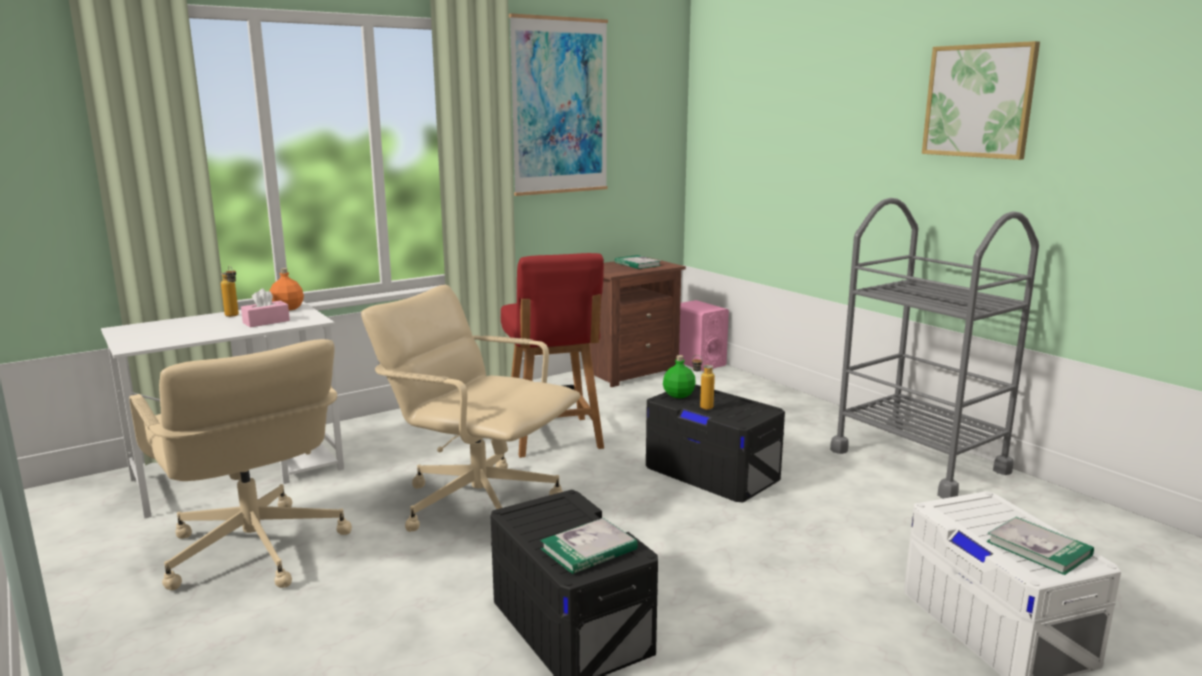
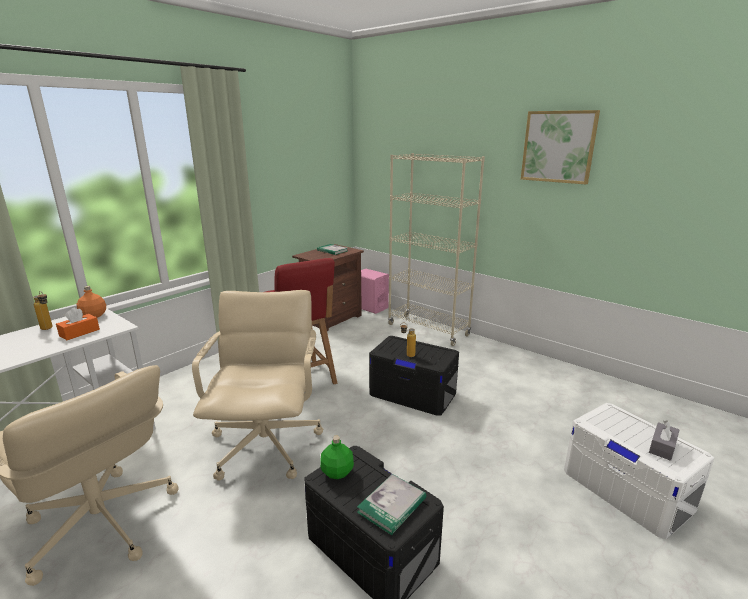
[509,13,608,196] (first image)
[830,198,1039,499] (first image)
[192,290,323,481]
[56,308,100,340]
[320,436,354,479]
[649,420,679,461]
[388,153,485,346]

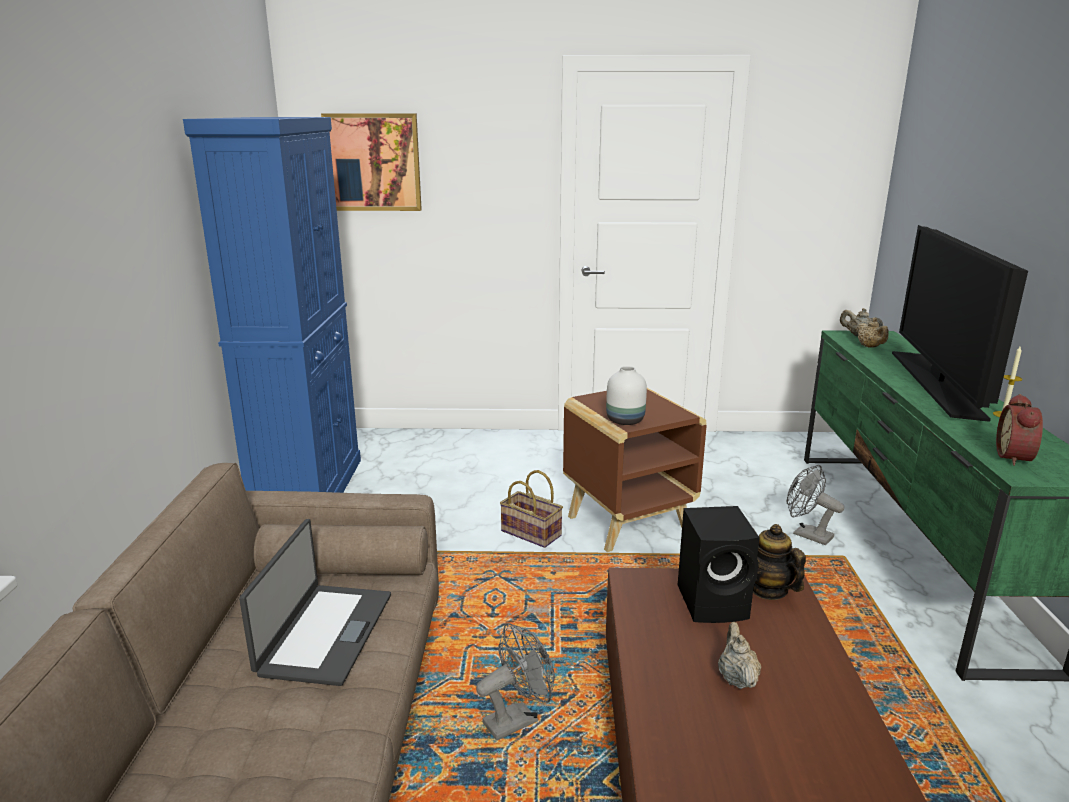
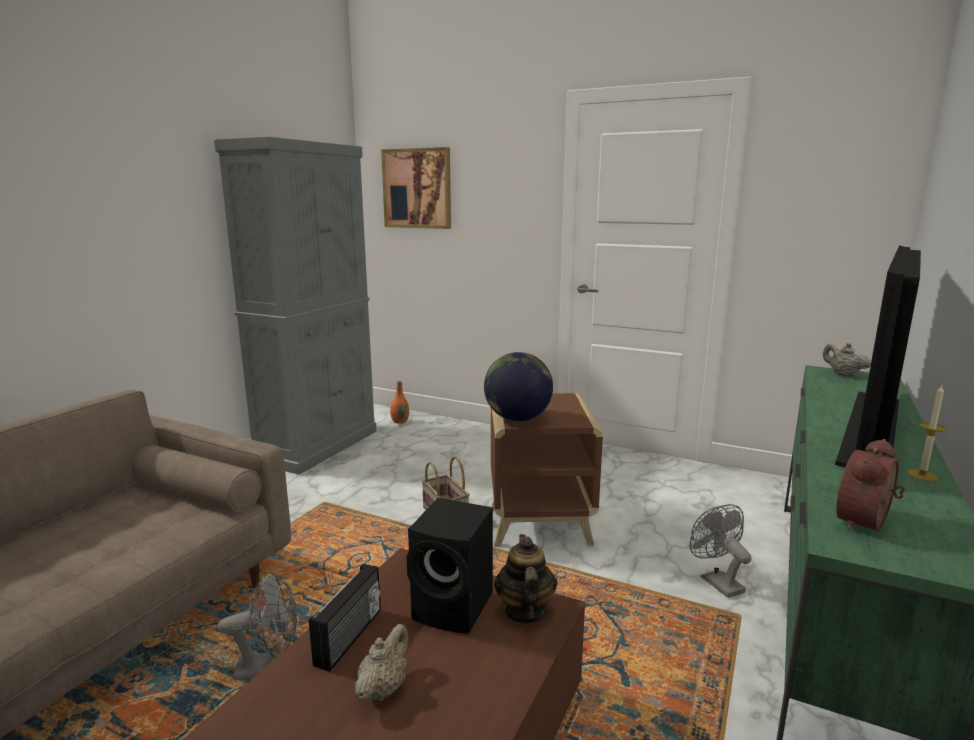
[214,137,377,475]
[856,318,889,348] (first image)
[484,352,553,421]
[239,519,391,686] (first image)
[390,381,409,424]
[309,564,381,672]

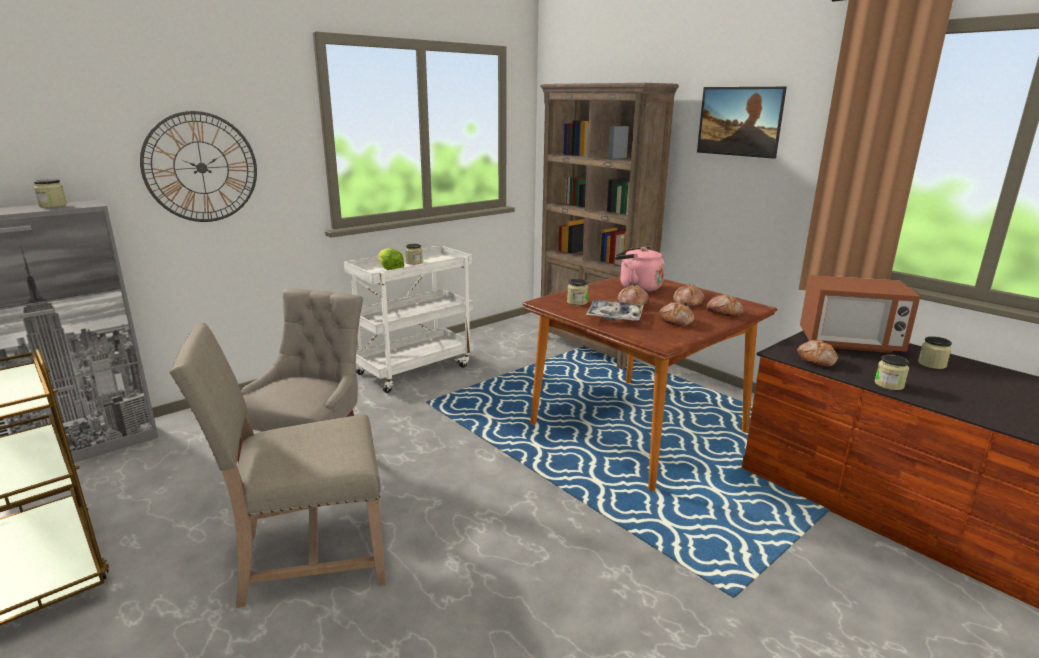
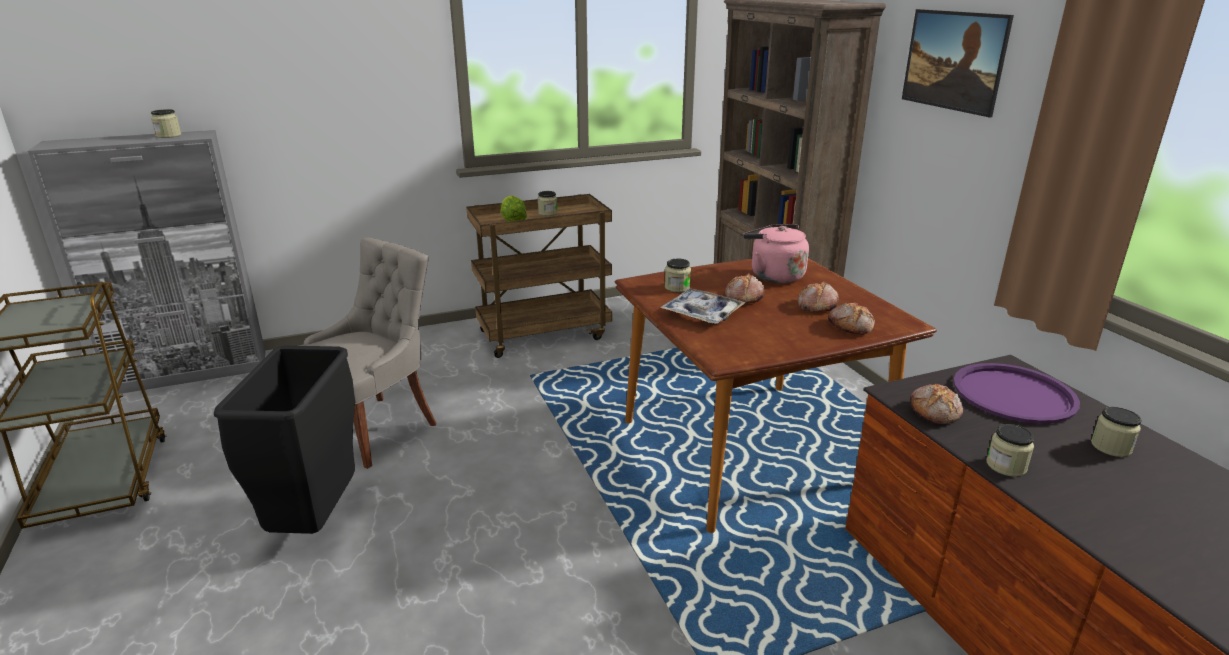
[140,111,257,222] (first image)
[466,194,612,358]
[953,363,1080,424]
[659,302,694,326] (first image)
[214,345,355,534]

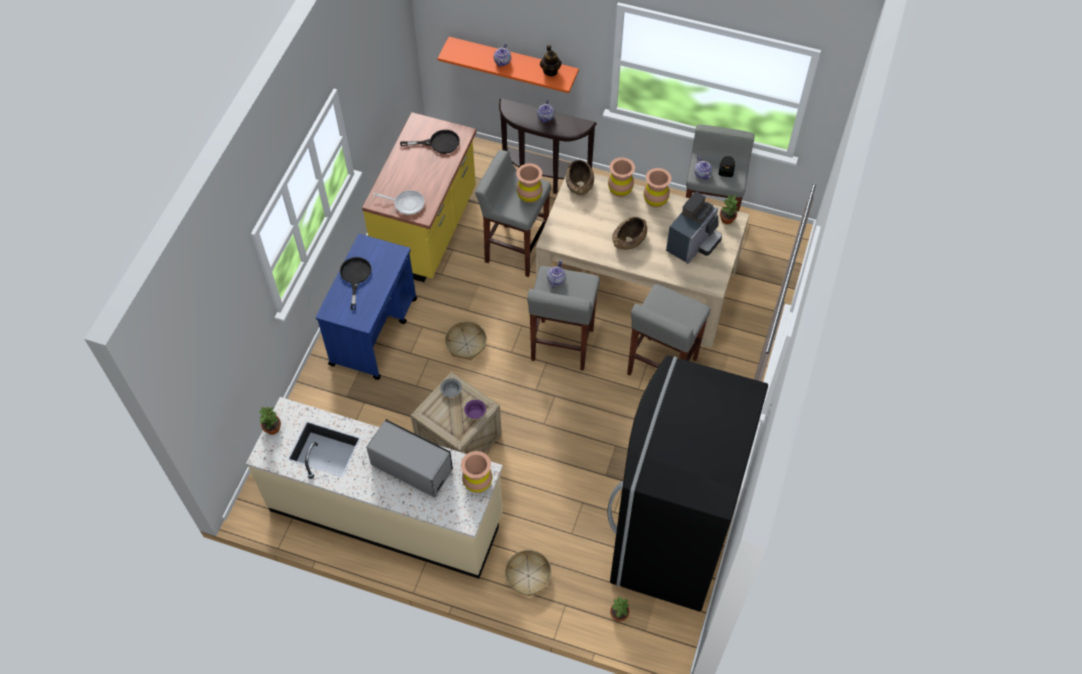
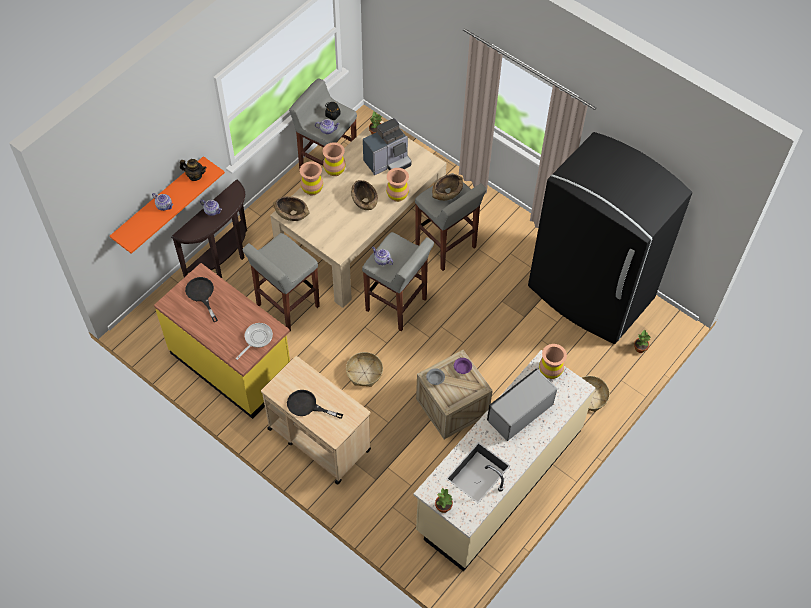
[185,277,218,322]
[386,168,409,202]
[363,118,412,175]
[261,356,371,485]
[432,174,463,201]

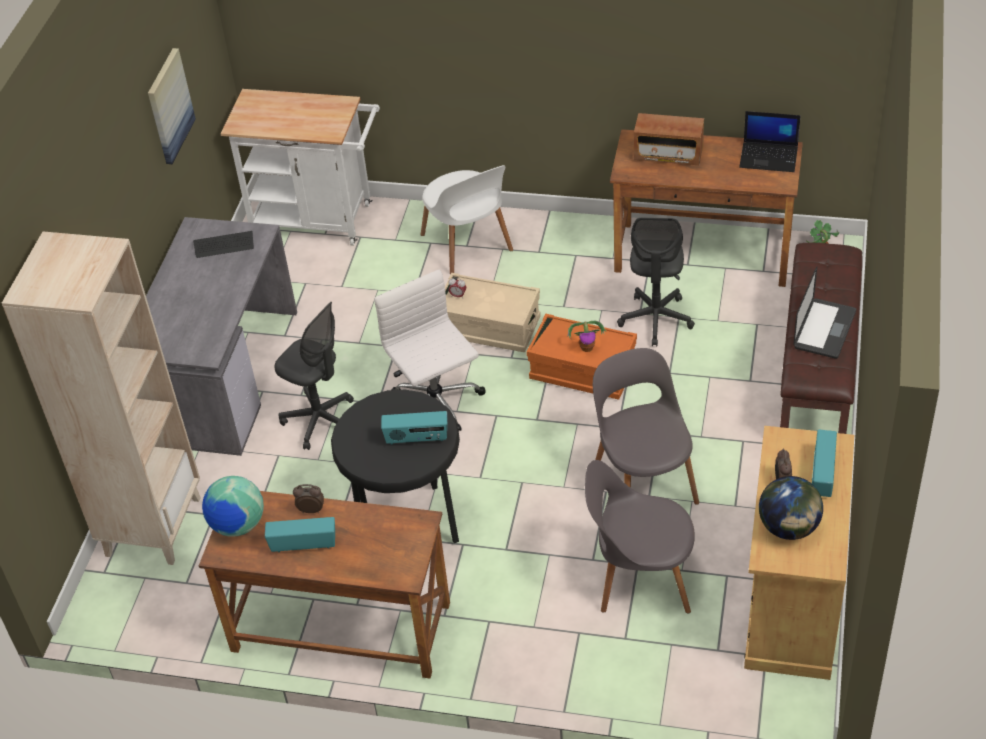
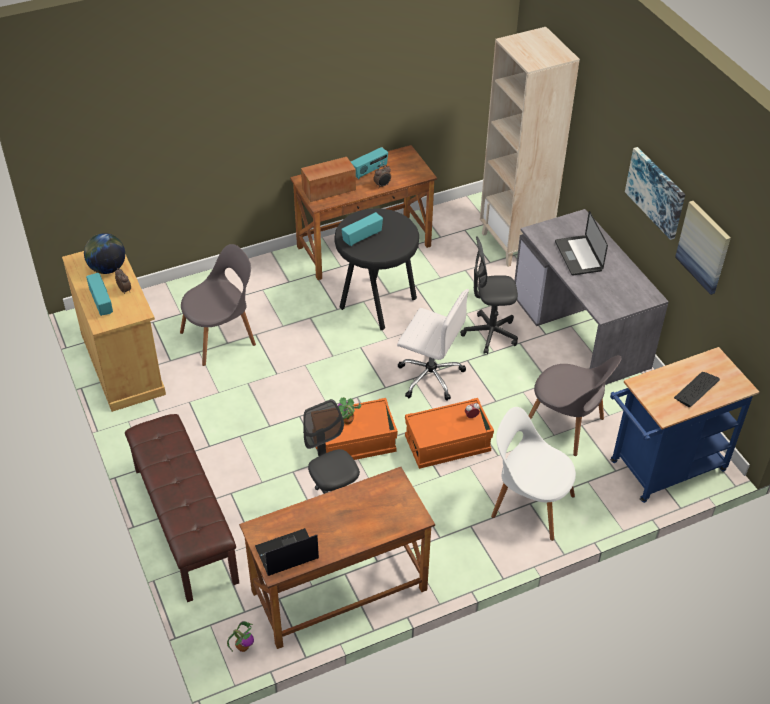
[610,347,759,503]
[301,157,356,202]
[674,372,720,407]
[555,211,608,276]
[405,398,494,469]
[528,355,622,456]
[202,476,264,537] (first image)
[625,147,685,240]

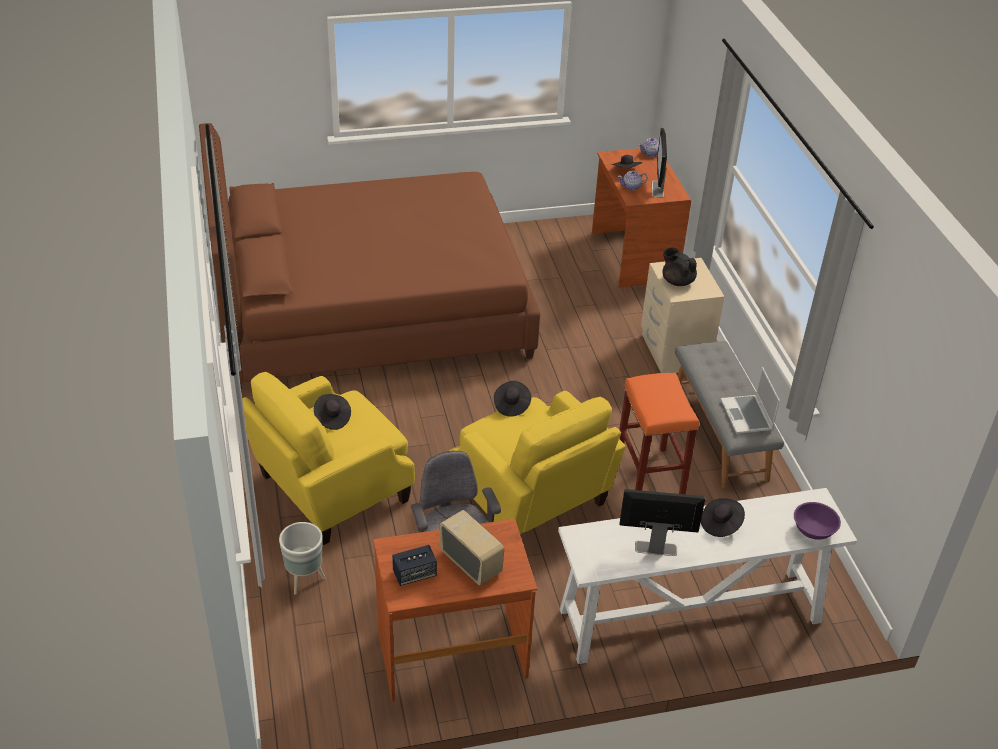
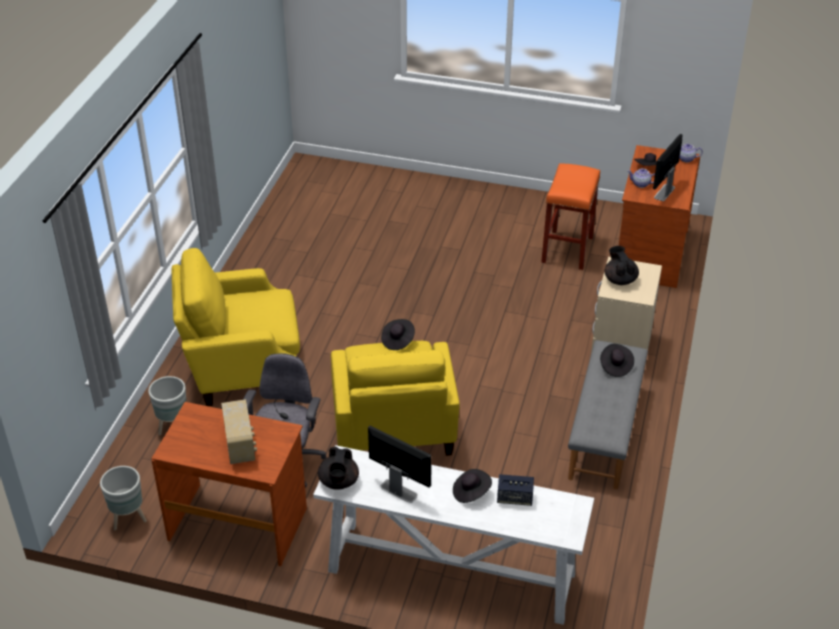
[199,123,540,392] (first image)
[721,367,780,434] (first image)
[541,163,600,270]
[600,344,634,377]
[794,502,841,540] (first image)
[497,474,534,506]
[318,447,359,490]
[100,466,147,530]

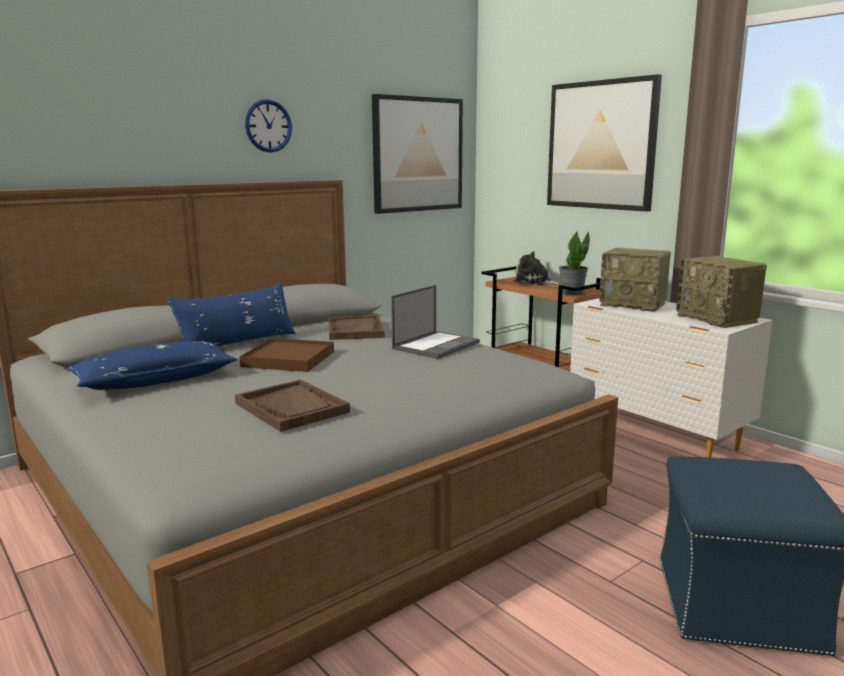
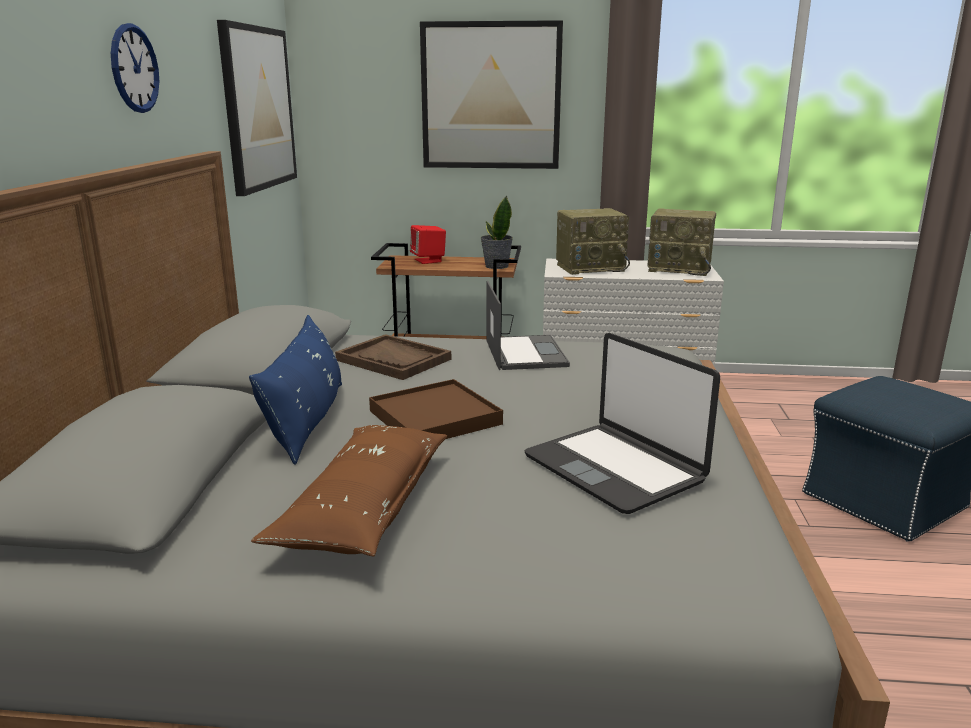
[410,225,446,264]
[251,425,447,556]
[524,333,720,514]

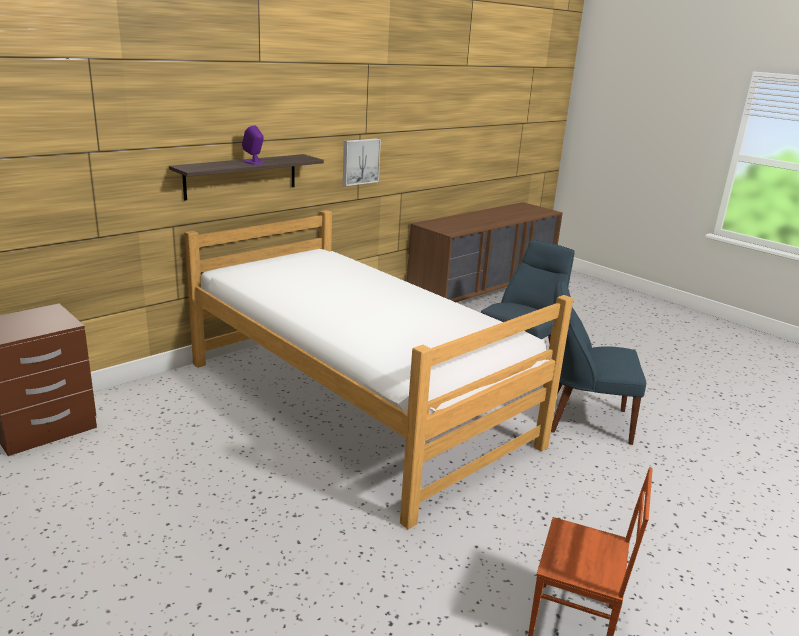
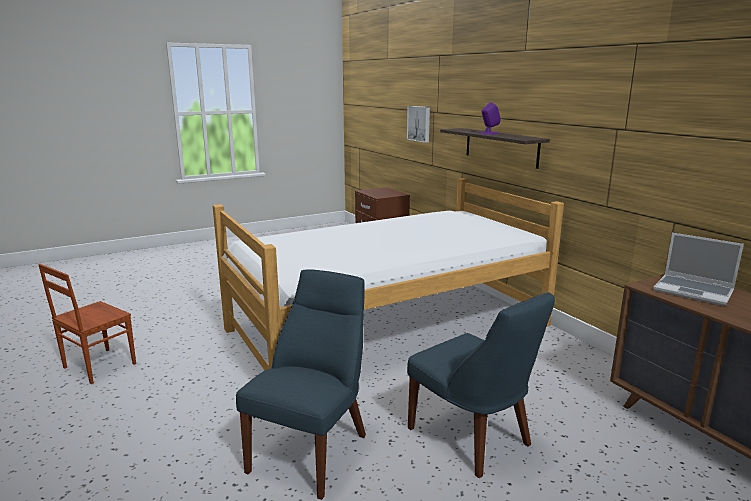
[407,106,430,143]
[653,233,744,306]

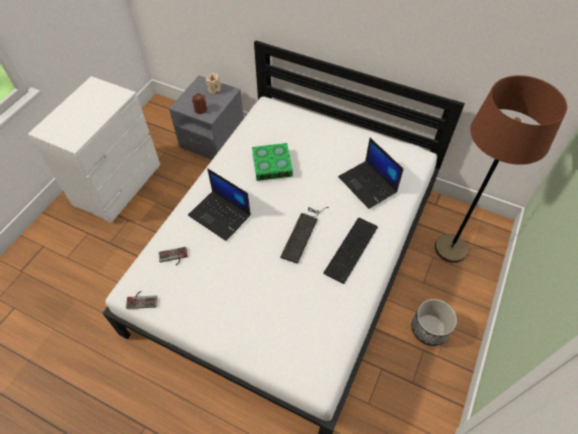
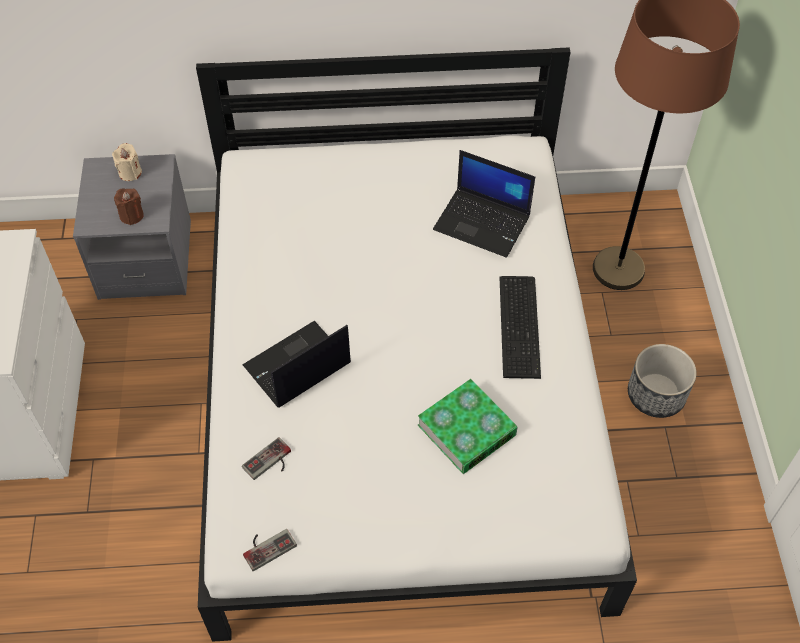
[418,379,518,474]
[242,321,351,408]
[280,207,329,264] (first image)

